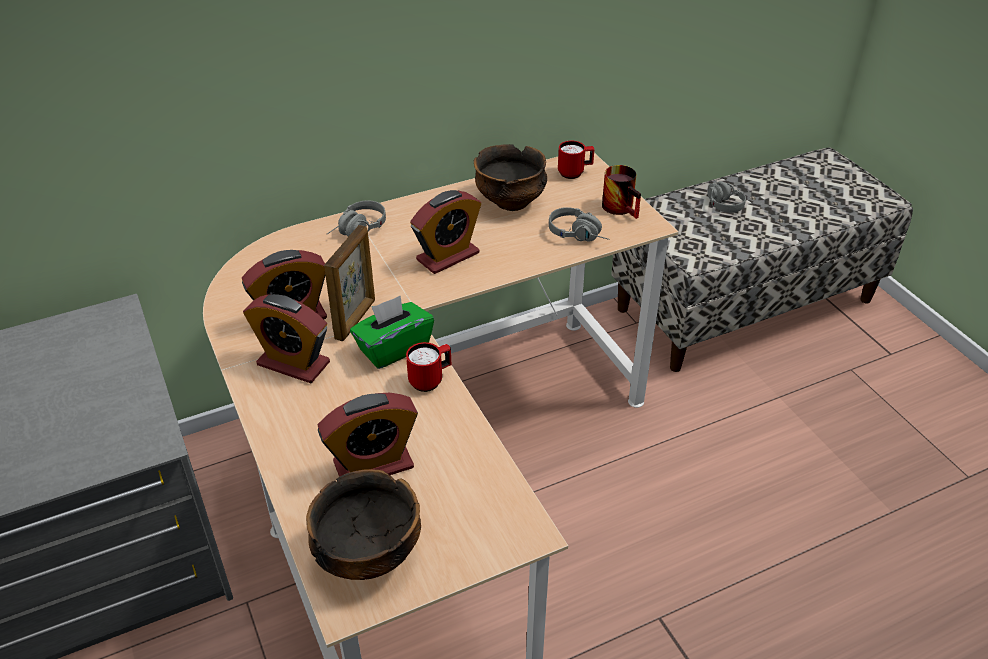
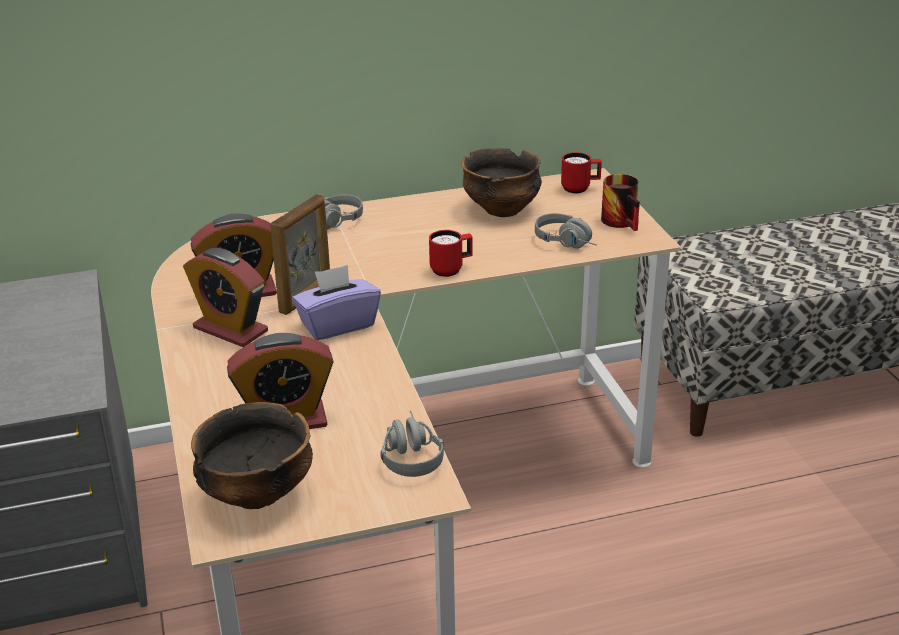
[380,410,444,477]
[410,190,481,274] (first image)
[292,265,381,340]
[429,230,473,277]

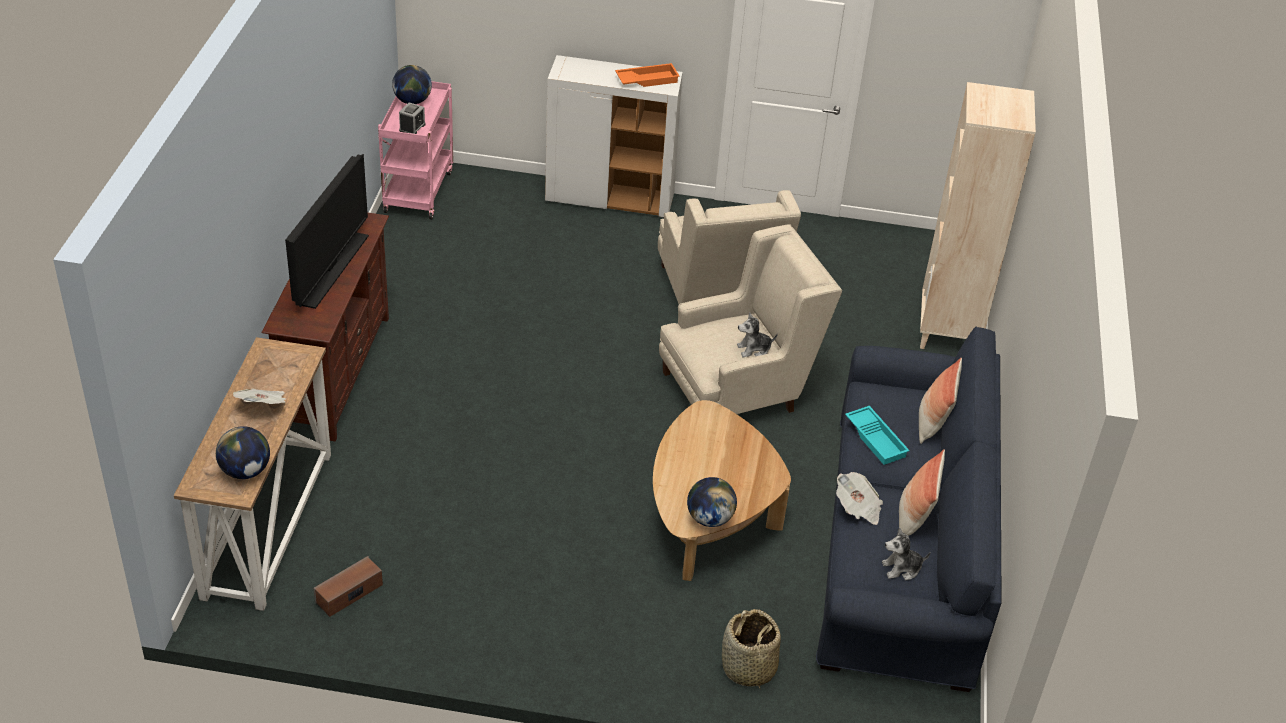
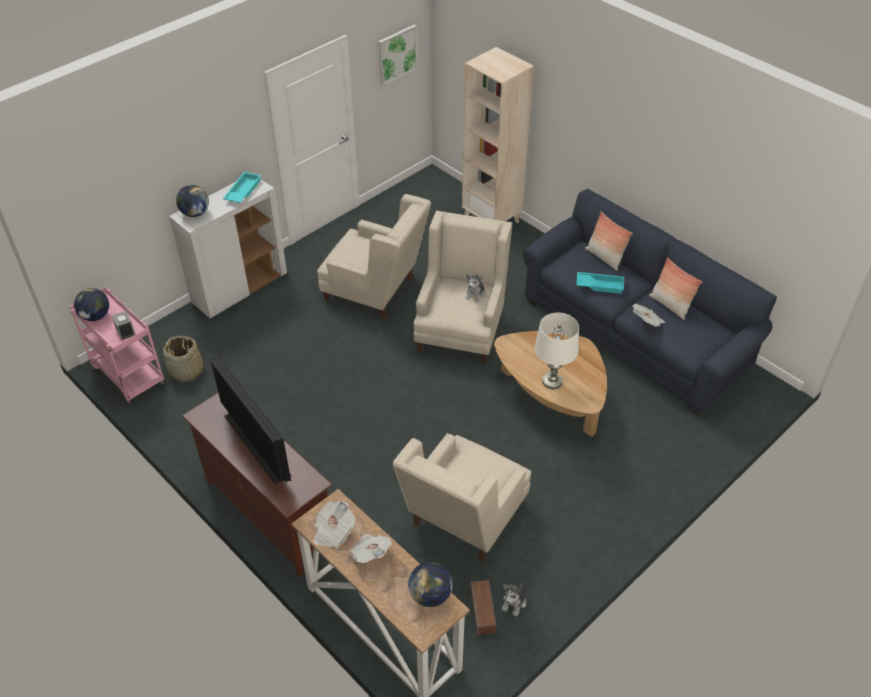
[223,172,261,203]
[176,185,209,217]
[501,580,526,617]
[163,336,205,382]
[378,24,418,86]
[534,313,579,389]
[393,433,531,562]
[313,501,355,548]

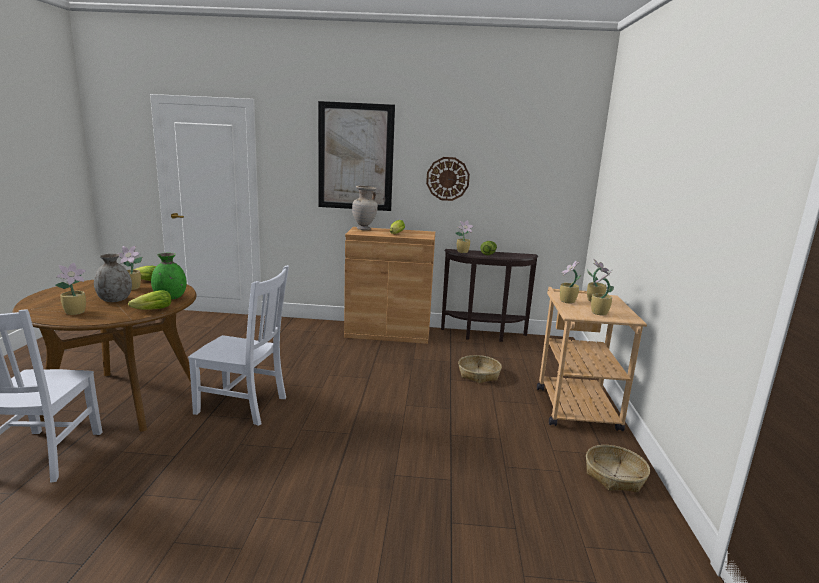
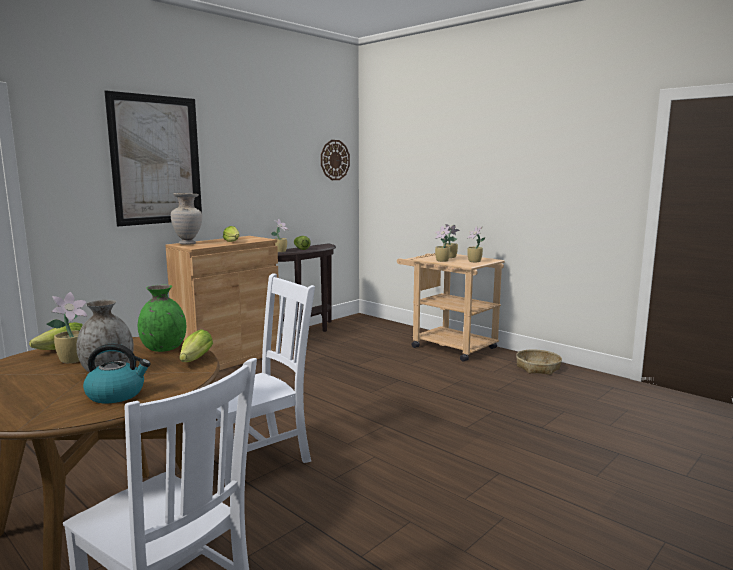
[321,140,350,180]
[83,344,151,403]
[458,355,502,384] (first image)

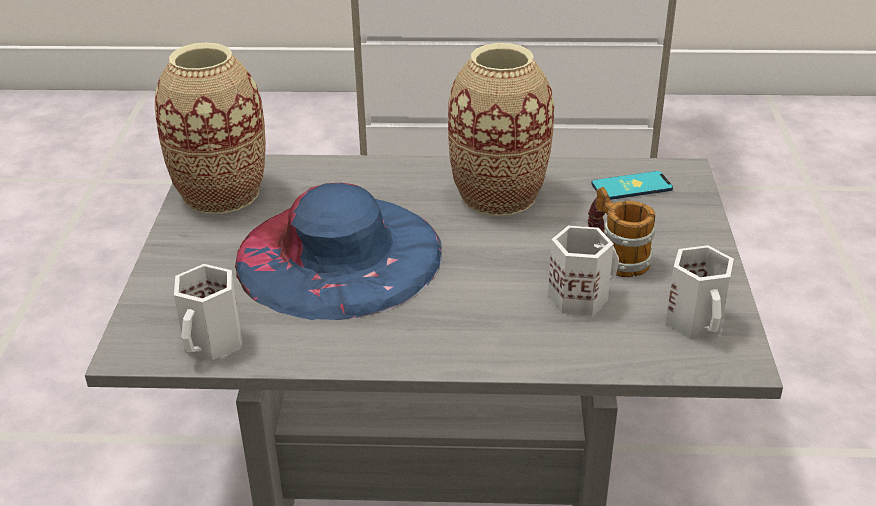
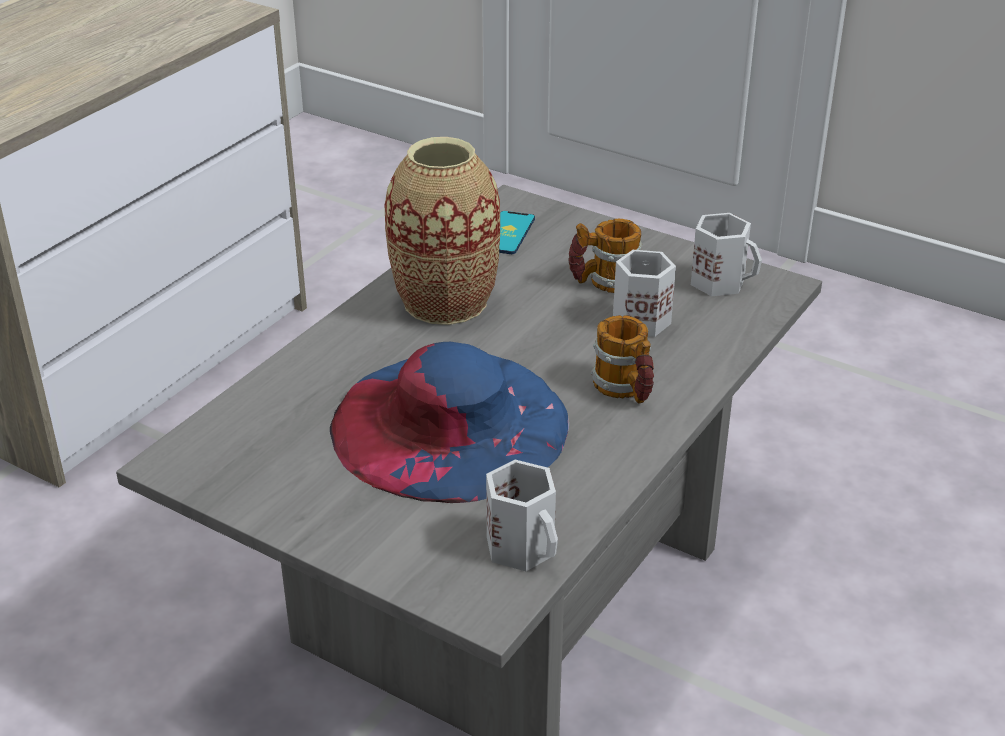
[155,42,266,214] (first image)
[591,315,654,403]

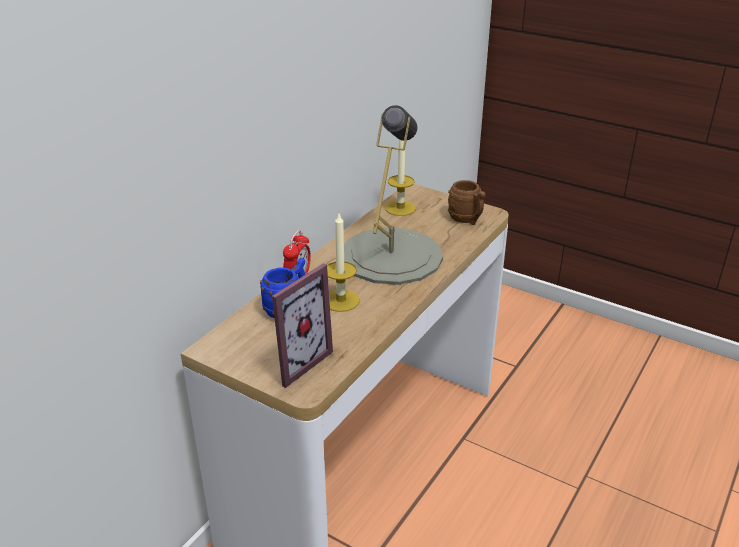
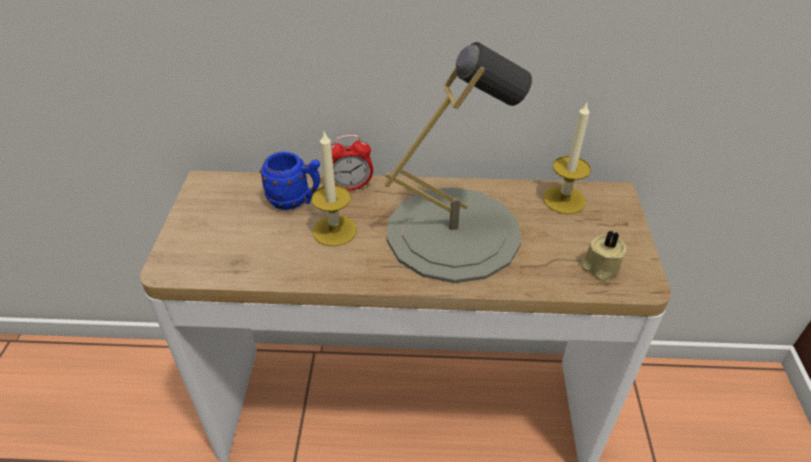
[582,231,627,280]
[272,263,333,388] (first image)

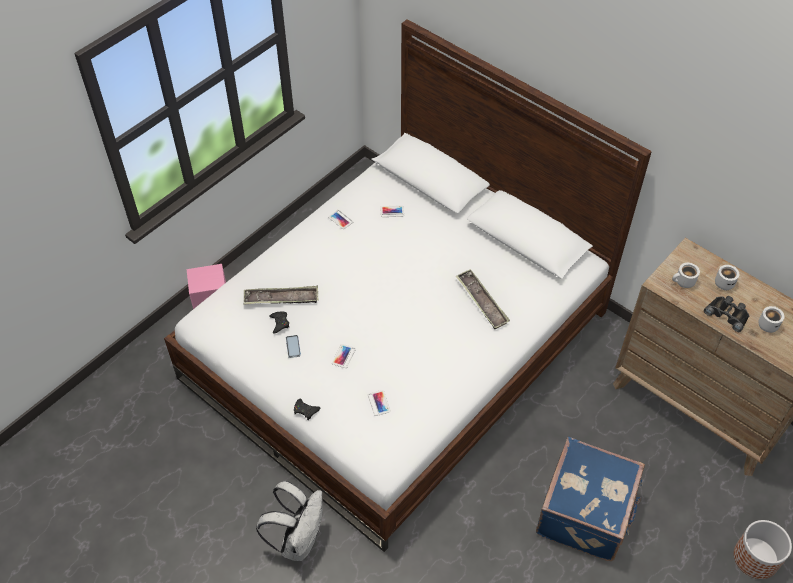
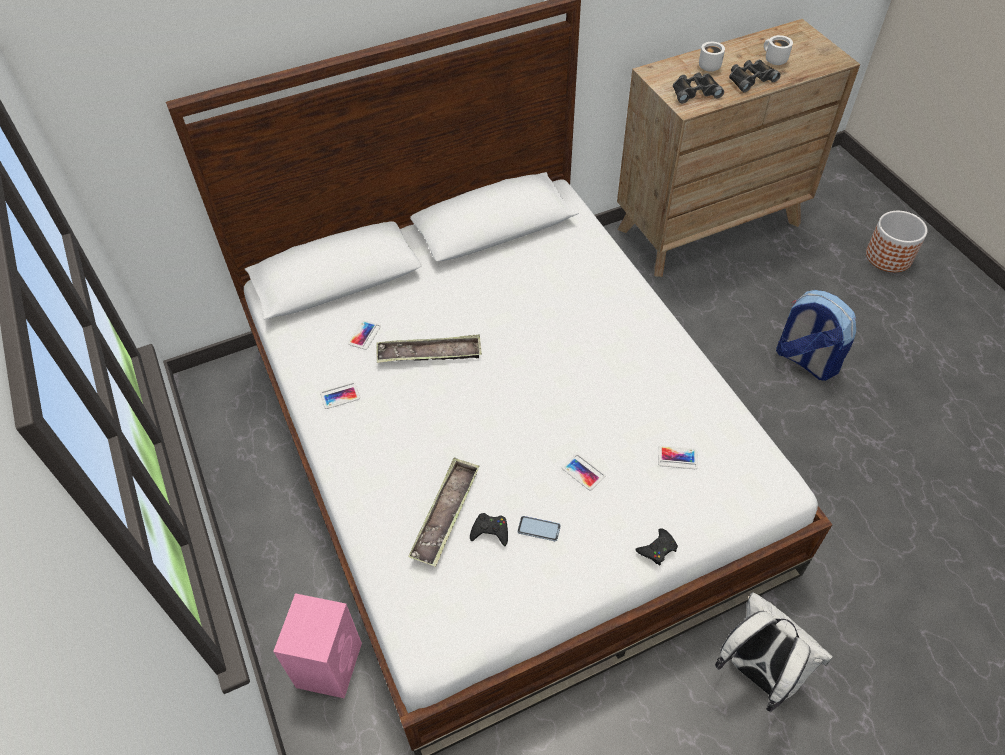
[673,73,724,103]
[376,334,482,363]
[776,290,856,381]

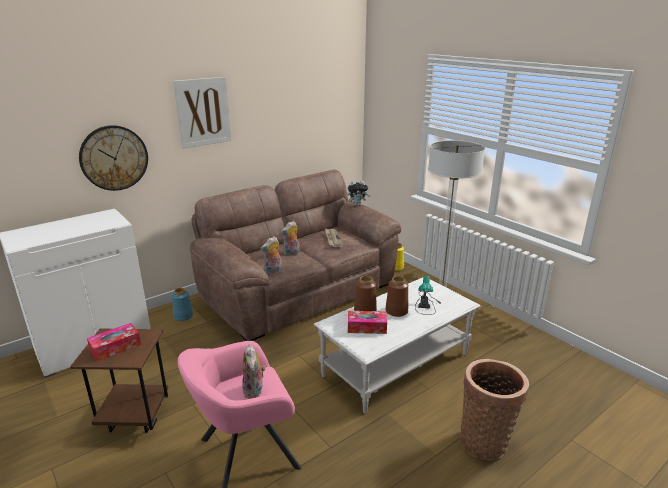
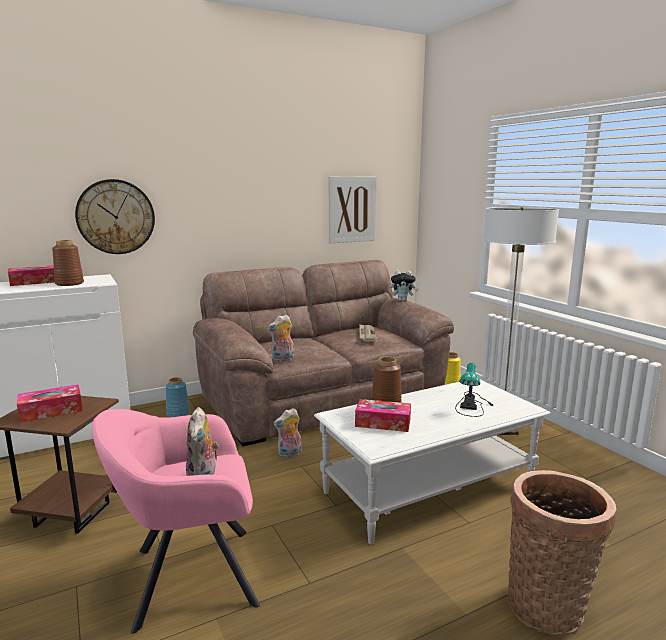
[329,177,376,243]
[274,408,302,458]
[52,240,84,286]
[8,265,55,286]

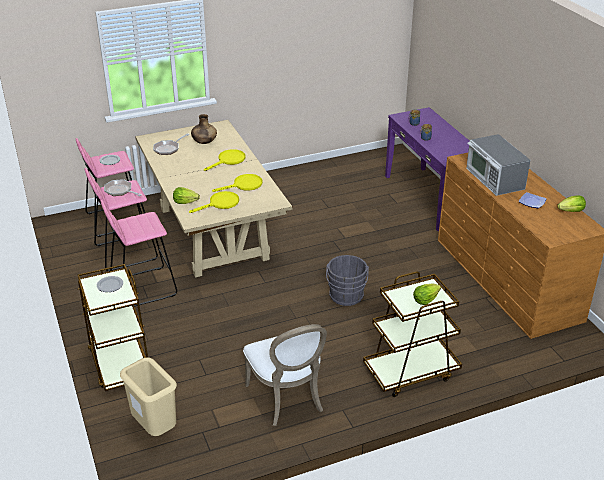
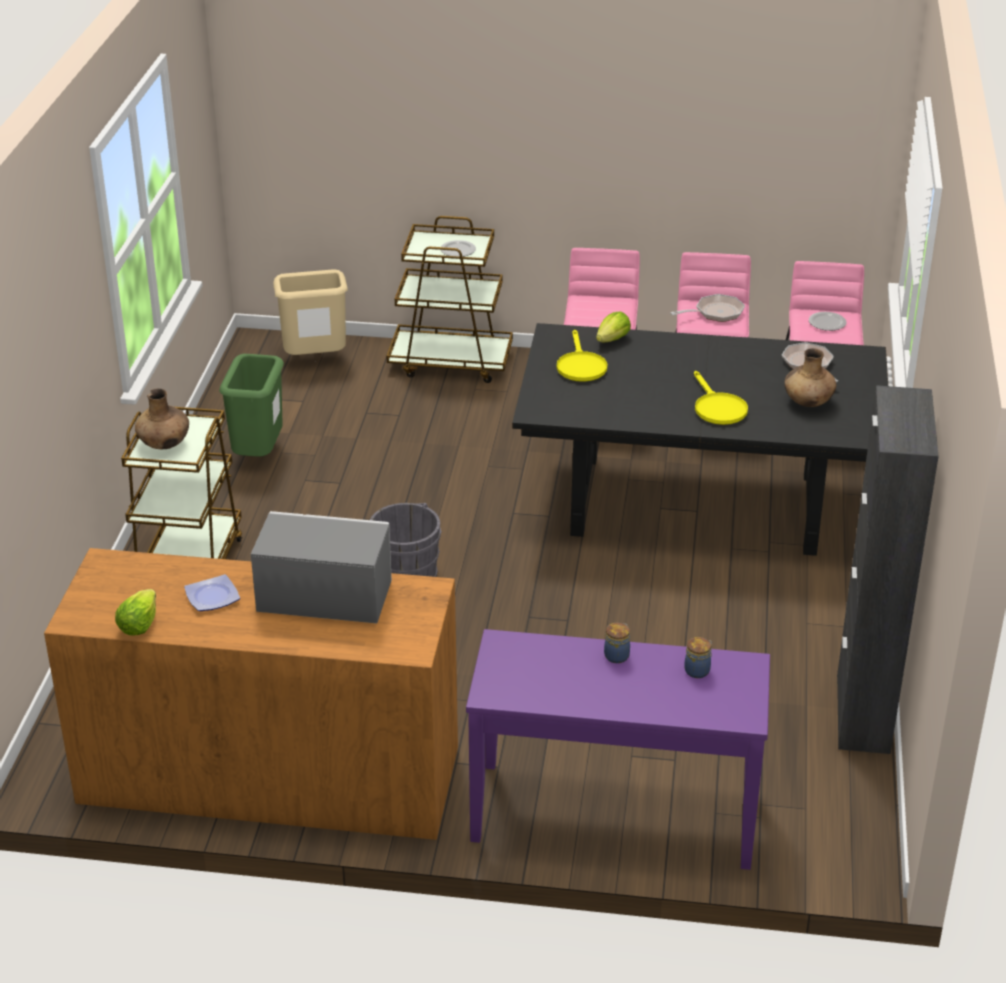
[512,323,888,556]
[212,174,262,192] (first image)
[135,388,189,449]
[219,354,284,457]
[837,385,939,754]

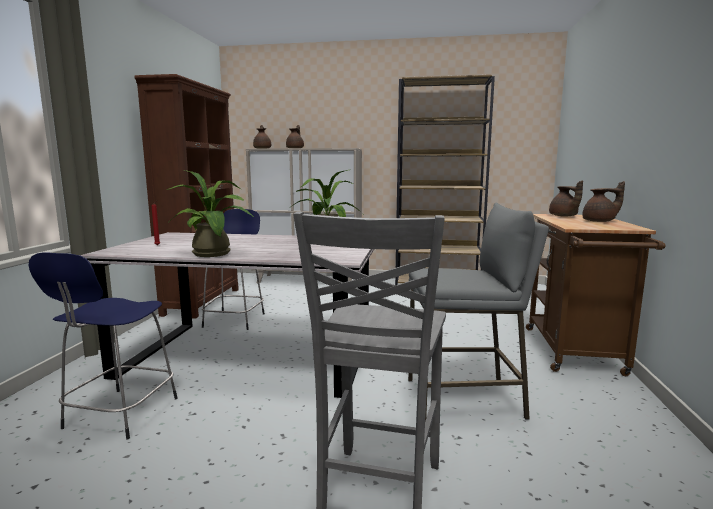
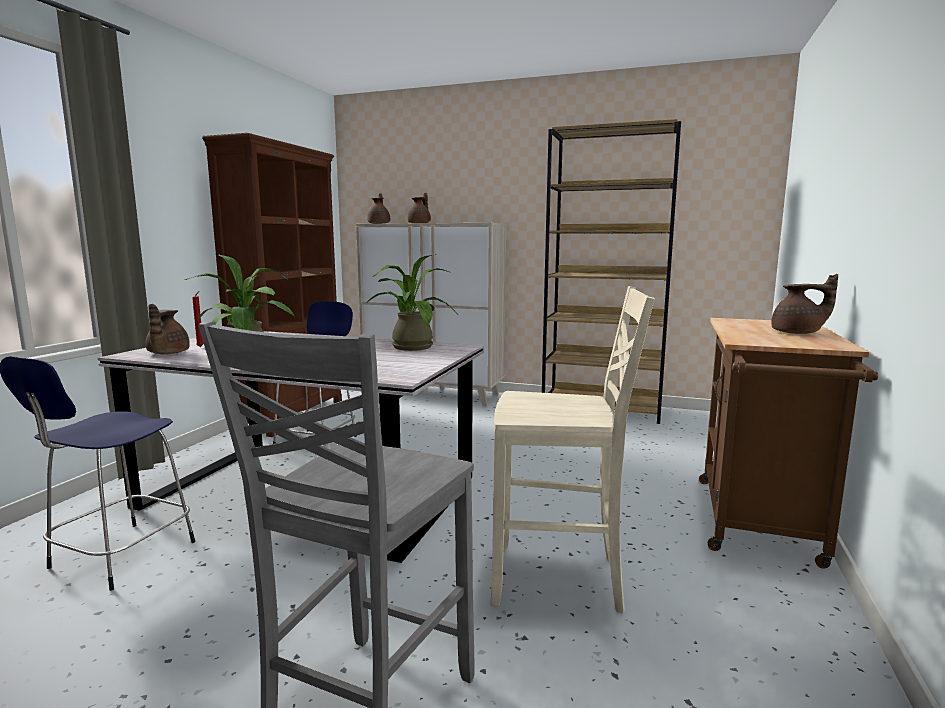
[145,304,190,354]
[491,286,655,613]

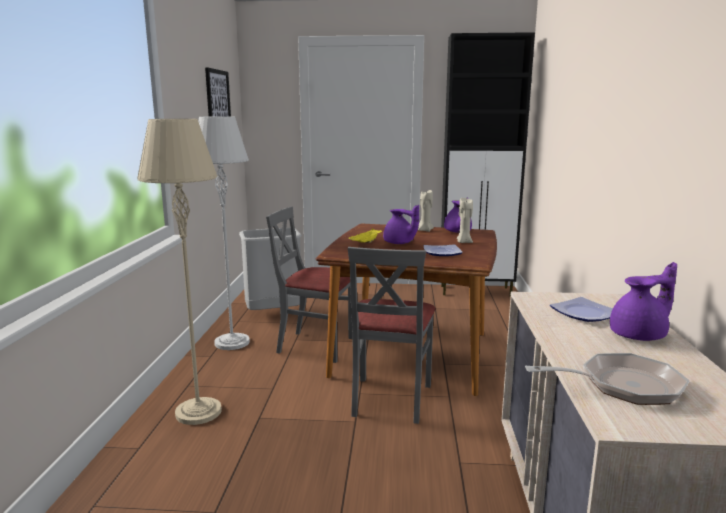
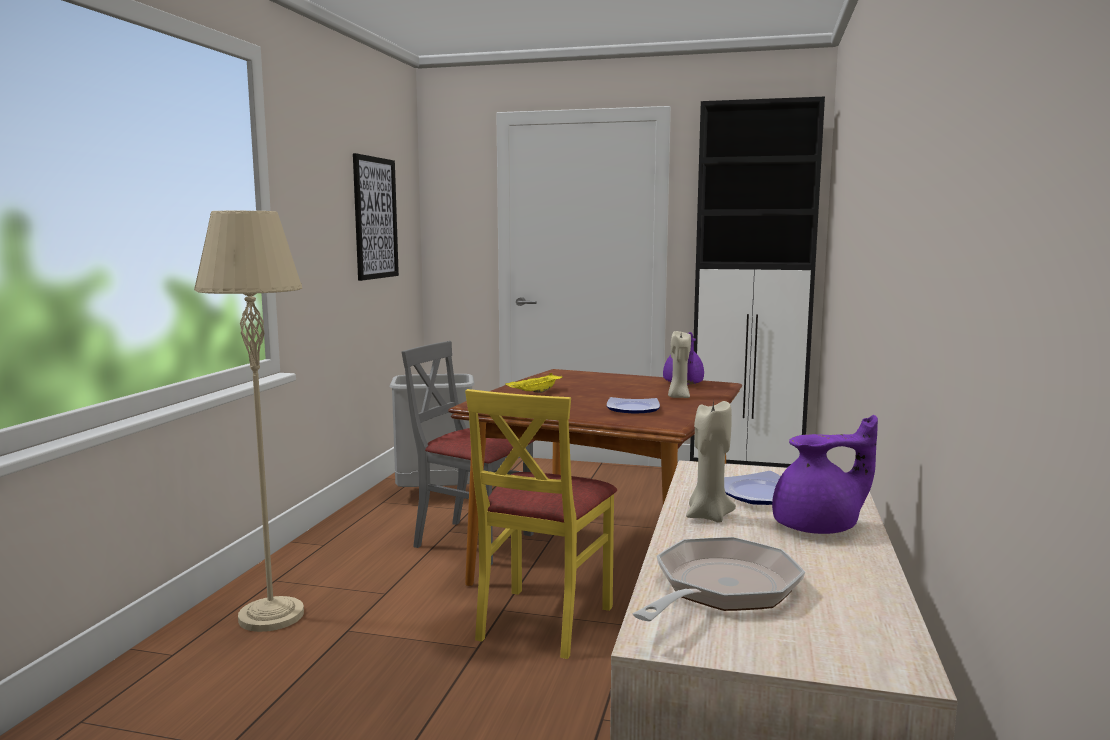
[198,116,250,350] (first image)
[686,401,736,523]
[383,205,419,244] (first image)
[465,389,617,659]
[633,537,805,621]

